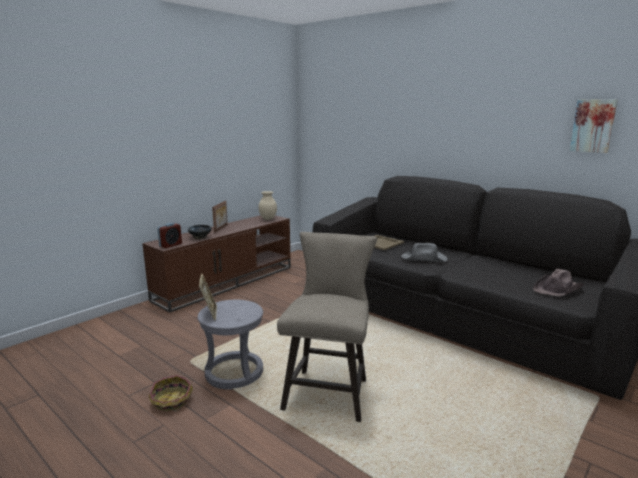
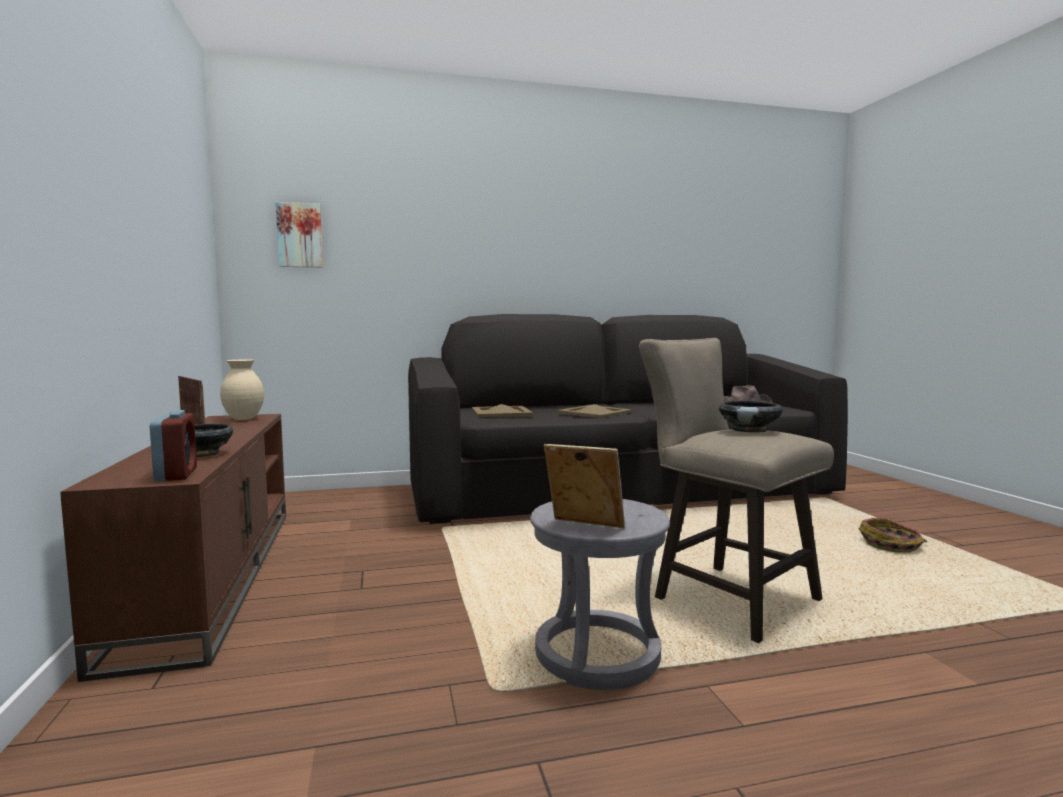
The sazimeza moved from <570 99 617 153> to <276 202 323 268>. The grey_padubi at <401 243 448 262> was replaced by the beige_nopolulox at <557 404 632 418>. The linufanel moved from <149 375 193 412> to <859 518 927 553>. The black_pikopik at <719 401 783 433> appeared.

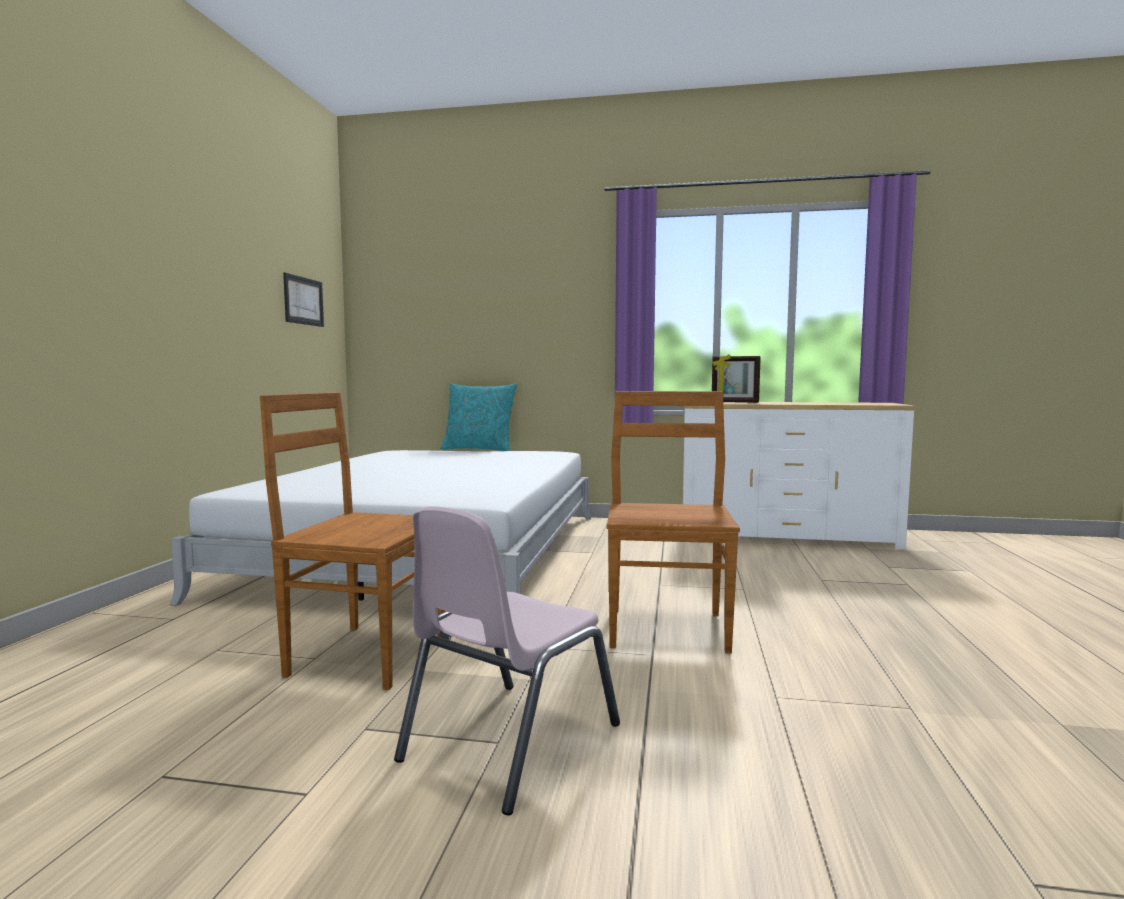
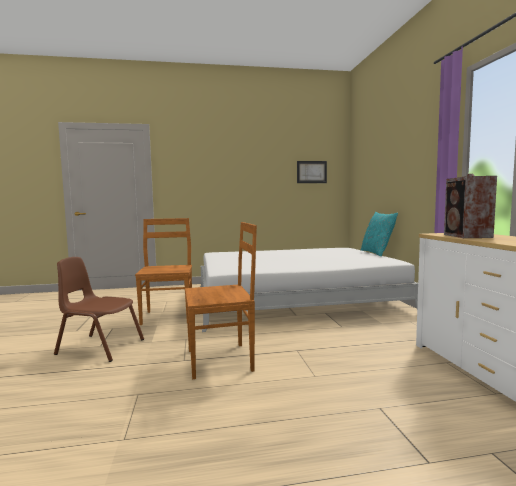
The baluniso at <712 354 761 403> was replaced by the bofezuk at <444 174 497 238>. The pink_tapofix at <394 506 620 815> became the brown_tapofix at <54 257 144 362>.

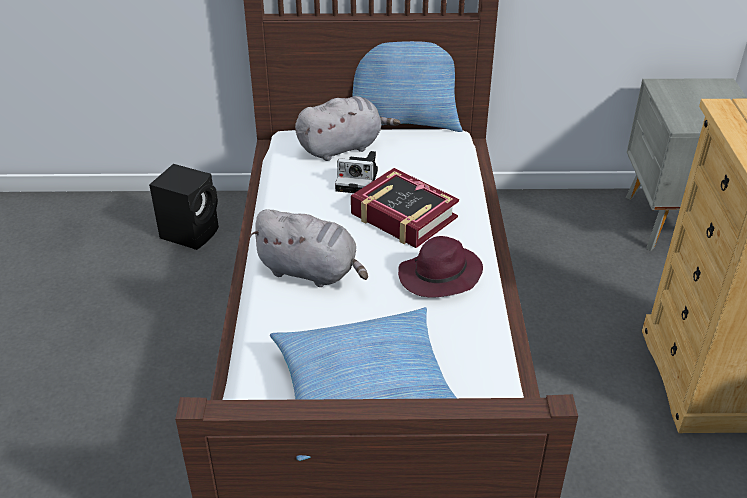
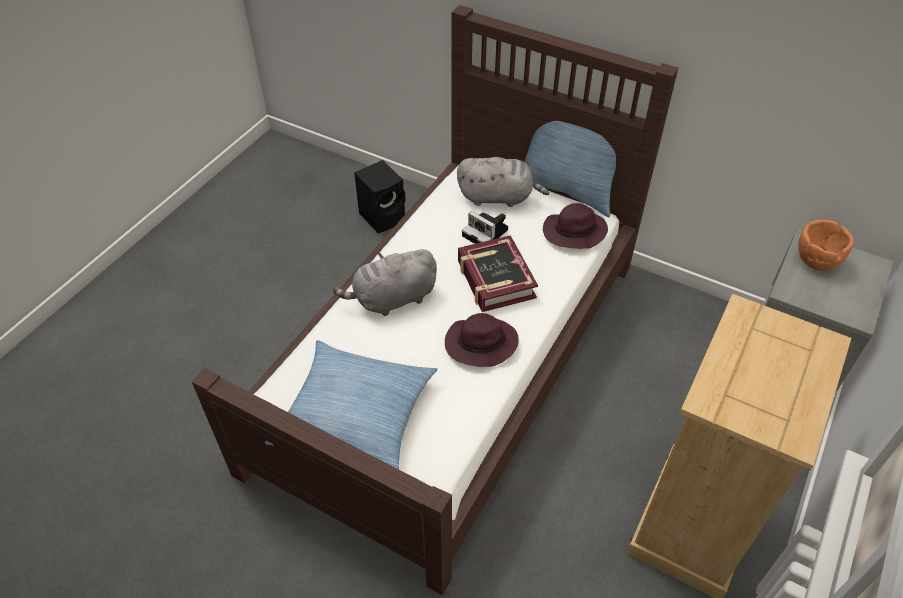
The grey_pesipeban at <249 209 368 287> turned 105 degrees clockwise. The purple_padubi at <543 203 608 249> appeared. The orange_pikopik at <798 220 854 271> appeared.

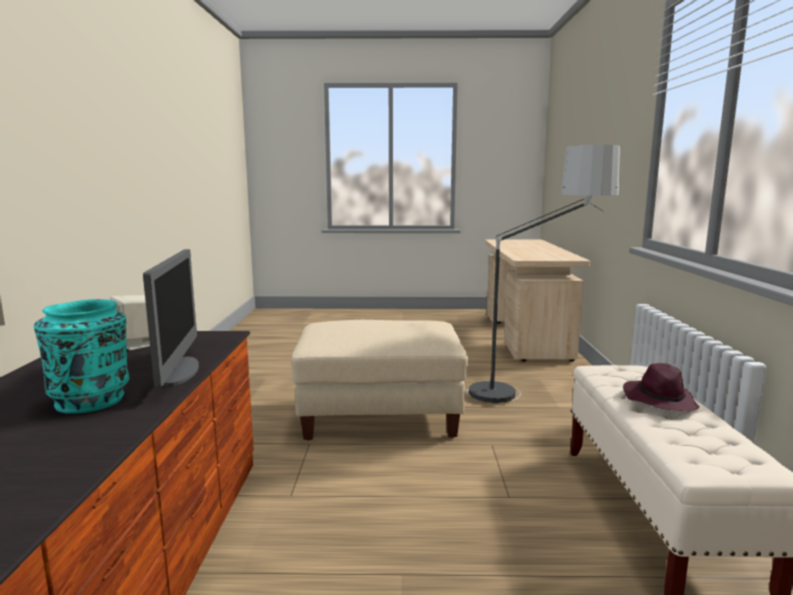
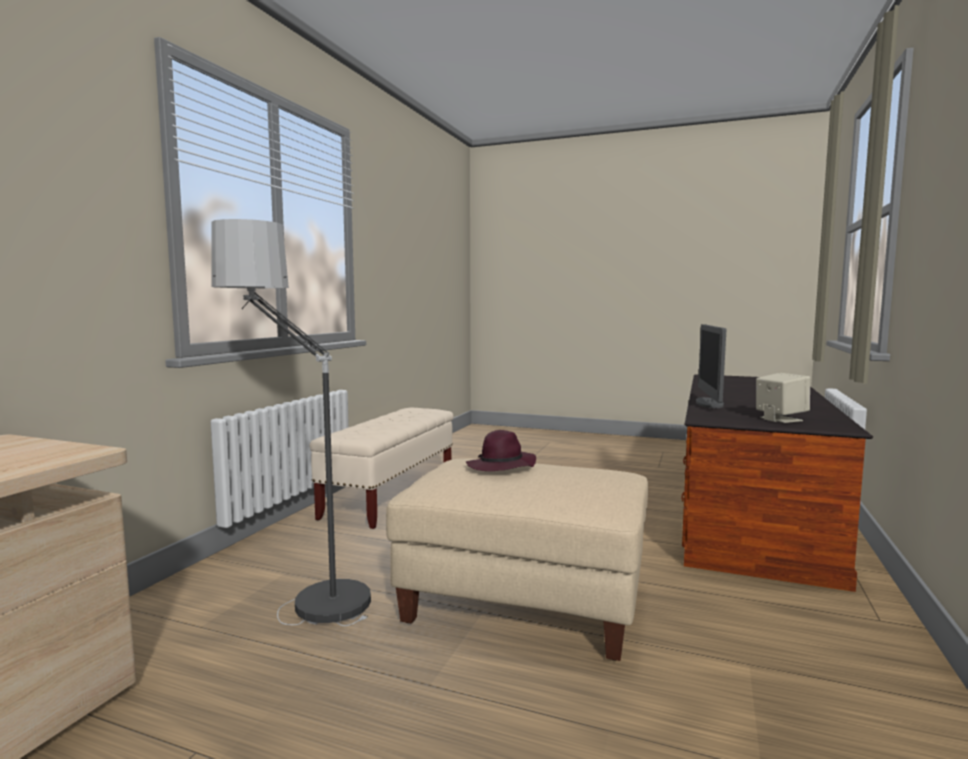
The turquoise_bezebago at <34 299 129 414> disappeared. The purple_padubi moved from <623 363 700 412> to <466 430 536 471>.

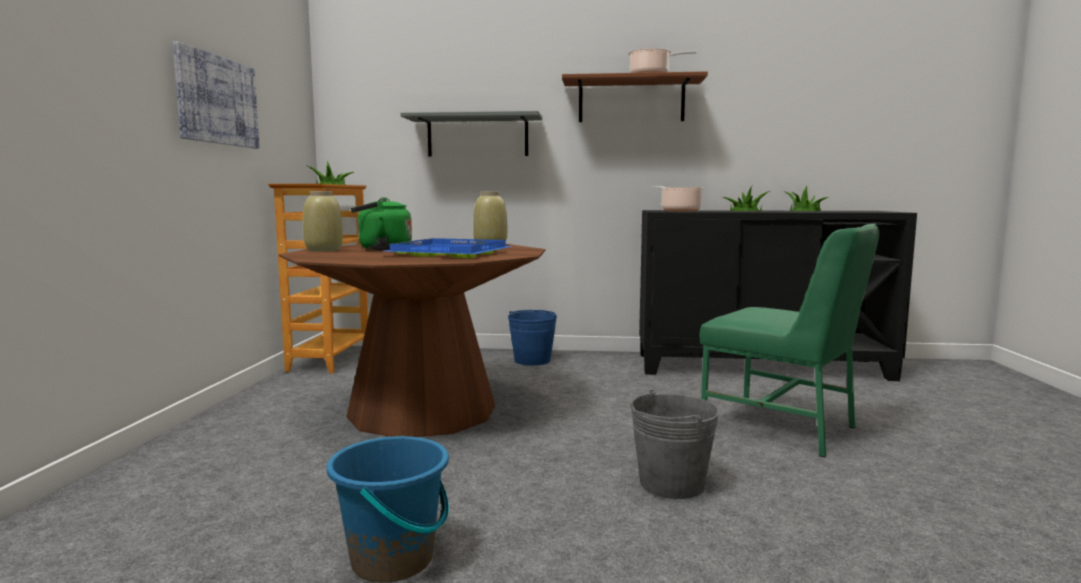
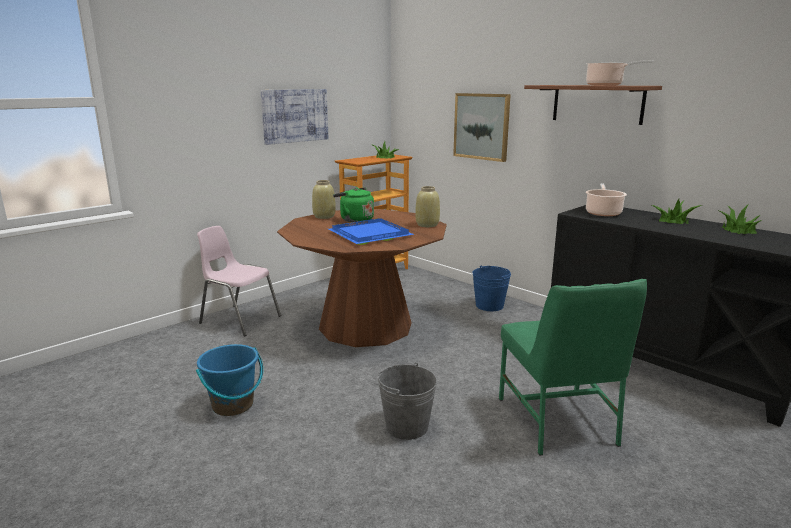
The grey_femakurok at <401 111 543 157> was replaced by the sazimeza at <453 93 511 162>. The pink_tapofix at <197 226 281 336> appeared.

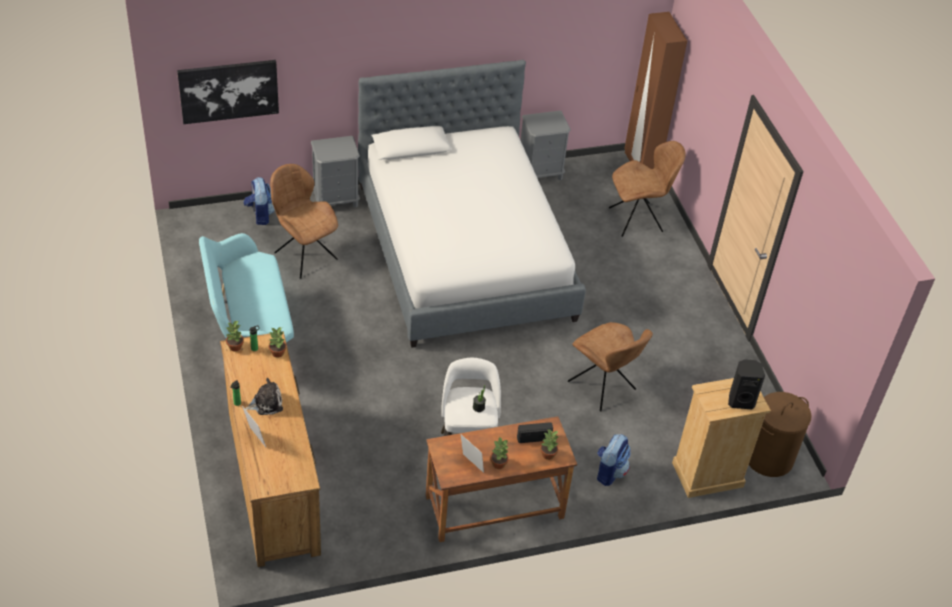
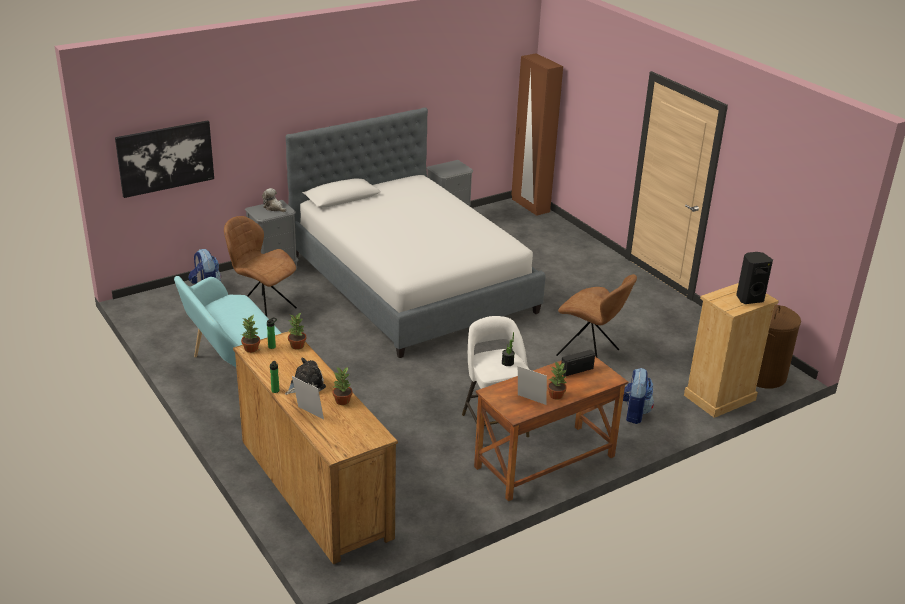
The brown_tapofix at <609 141 686 237> disappeared. The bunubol moved from <540 429 559 460> to <332 367 352 405>. The pesipeban at <262 188 286 212> appeared.

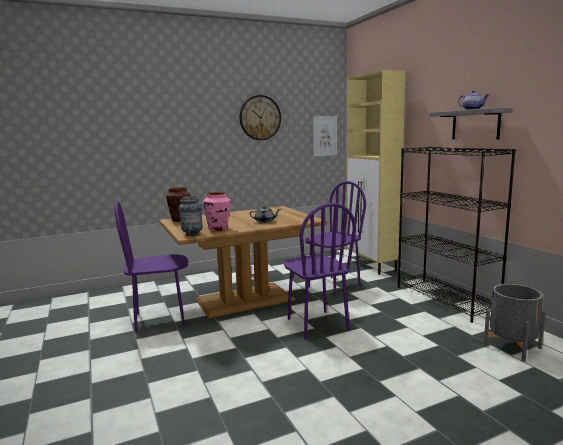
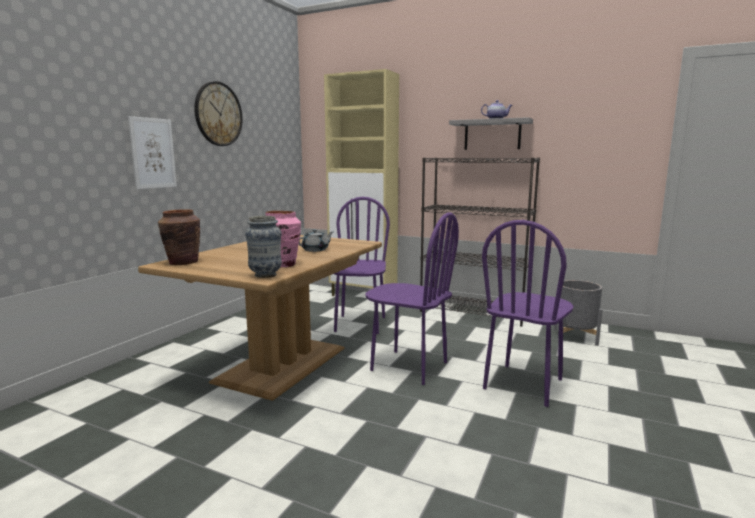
The sazimeza moved from <313 116 337 157> to <128 116 177 189>. The purple_tapofix moved from <114 202 188 333> to <482 220 573 407>.

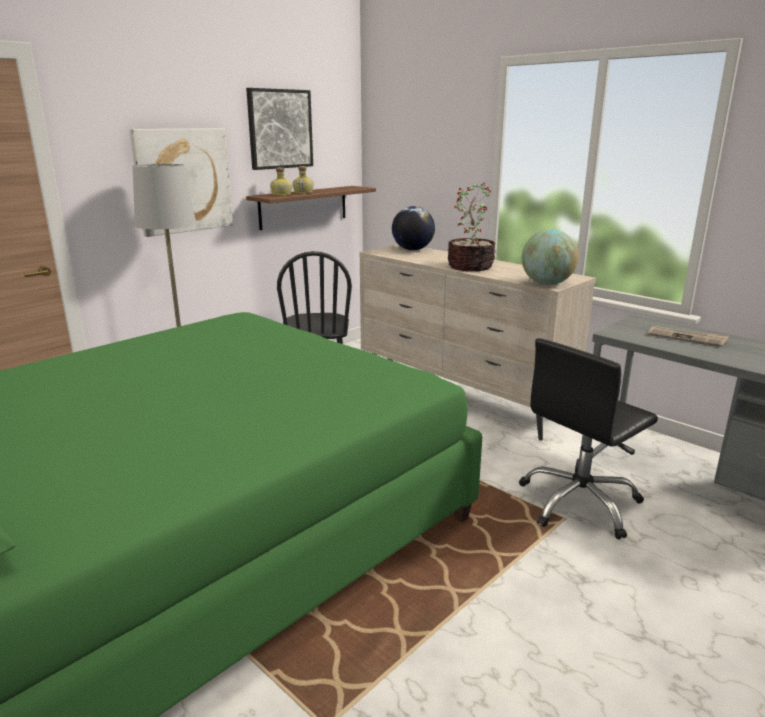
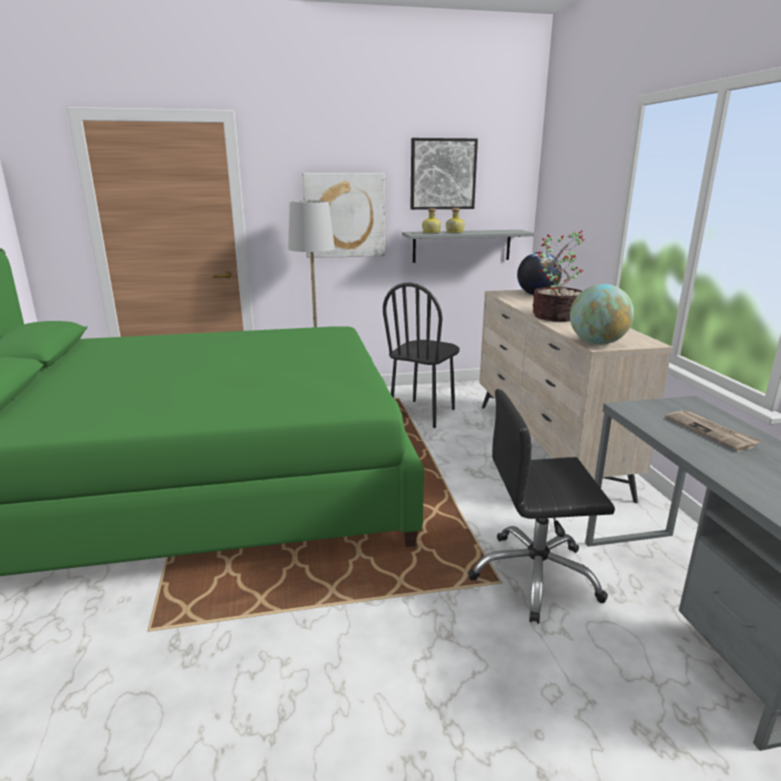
The brown_femakurok at <246 186 376 230> became the grey_femakurok at <402 230 534 263>.

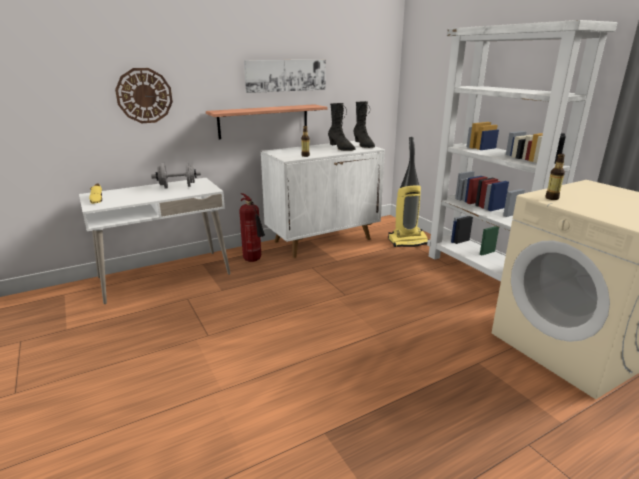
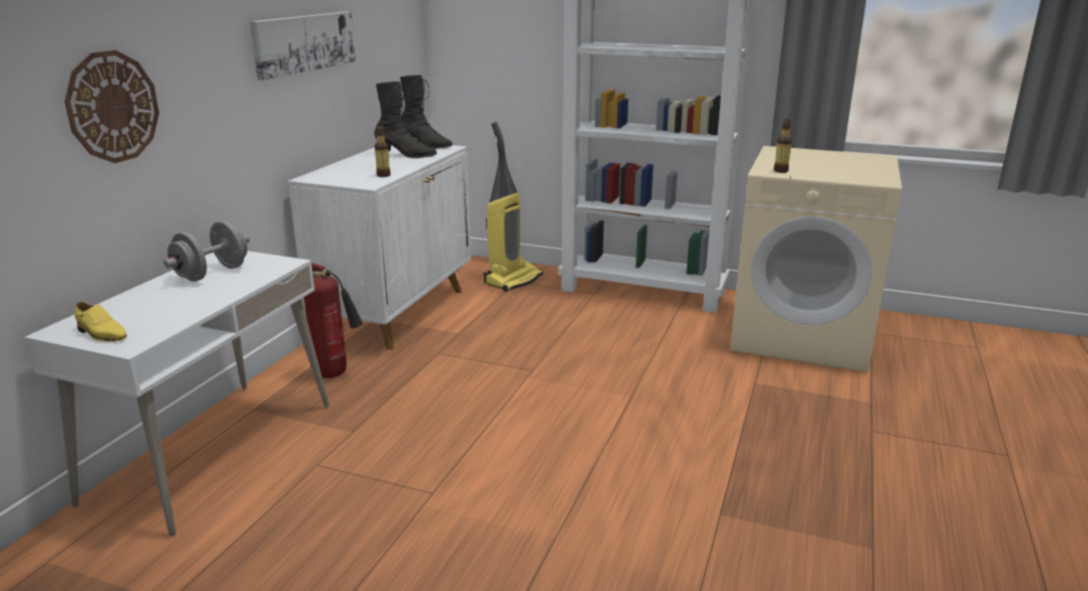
The femakurok at <206 104 328 139> disappeared.

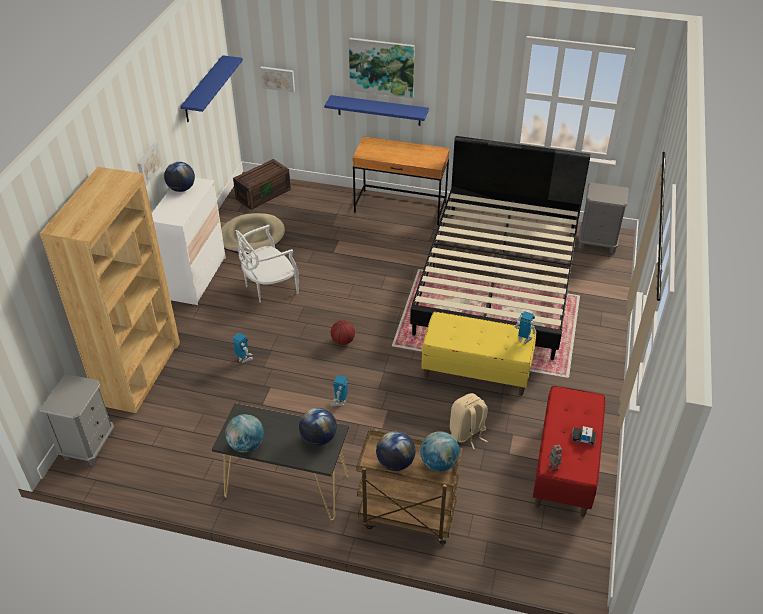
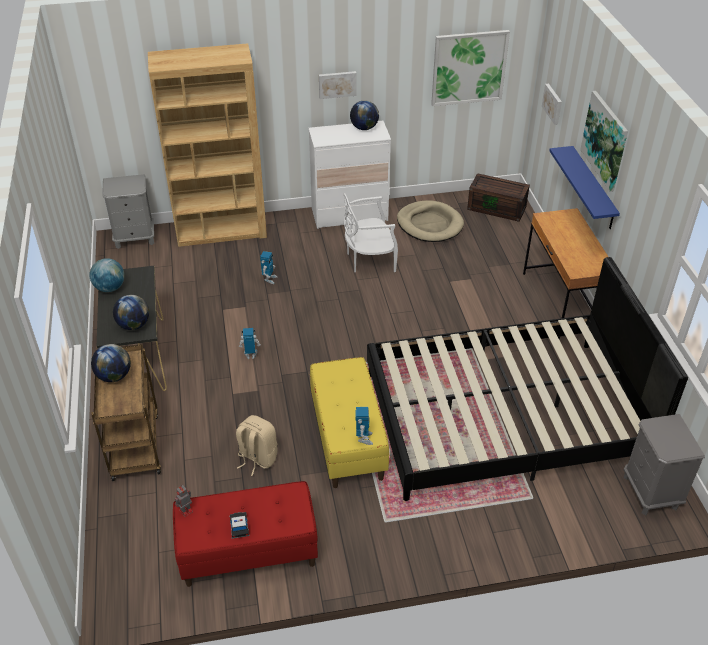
The blue_femakurok at <180 55 243 122> was replaced by the sazimeza at <431 30 510 106>. The white_tapofix at <235 225 299 303> turned 45 degrees counterclockwise. The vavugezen at <331 320 355 345> disappeared. The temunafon at <420 431 460 471> disappeared.

